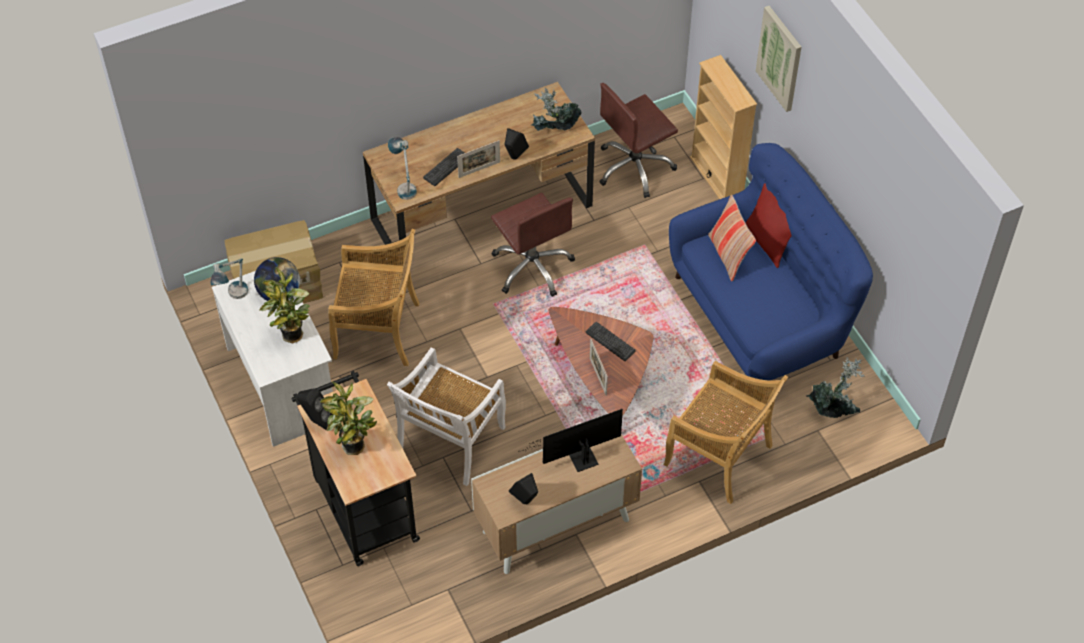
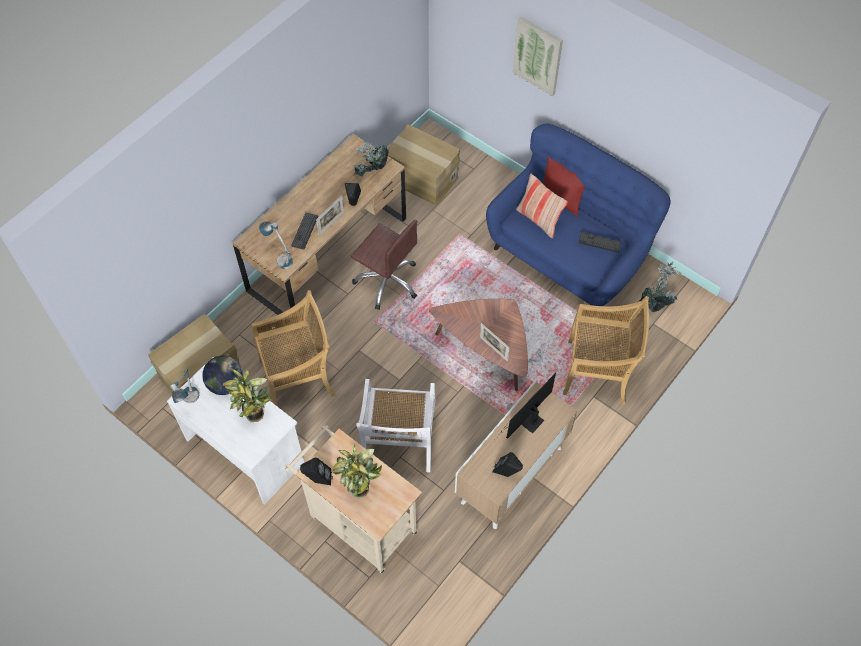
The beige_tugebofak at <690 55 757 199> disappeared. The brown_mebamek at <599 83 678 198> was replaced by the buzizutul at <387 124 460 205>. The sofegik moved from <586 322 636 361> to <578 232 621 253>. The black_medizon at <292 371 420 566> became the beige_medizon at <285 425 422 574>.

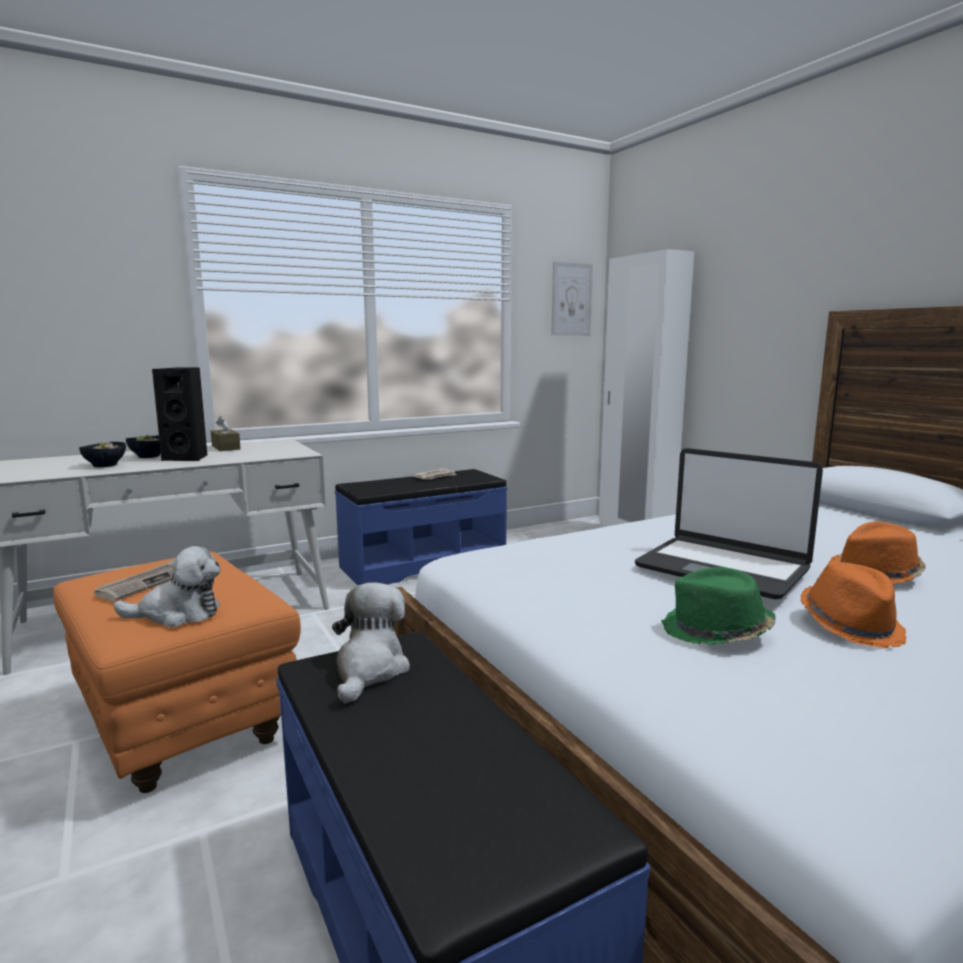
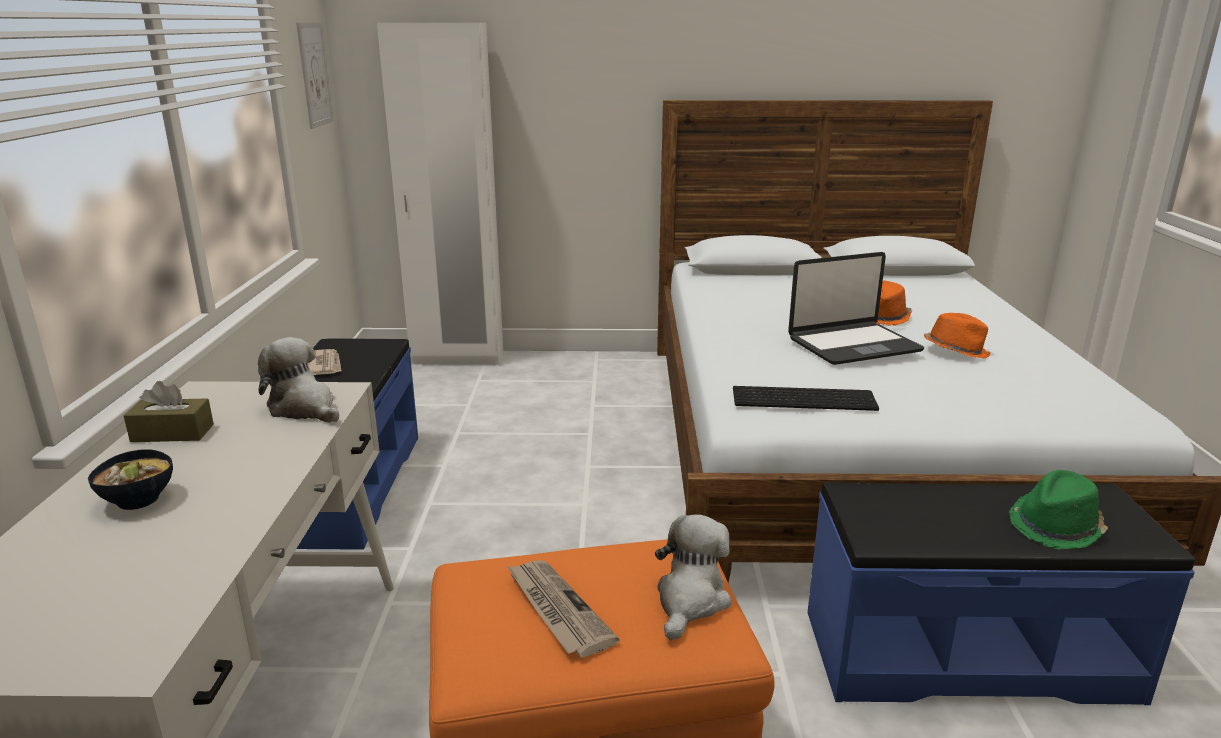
The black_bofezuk at <152 368 207 461> disappeared. The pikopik at <79 442 126 467> disappeared. The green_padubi moved from <661 567 776 646> to <1009 470 1108 550>. The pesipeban moved from <332 583 410 704> to <258 337 339 423>. The sofegik at <733 386 879 411> appeared.

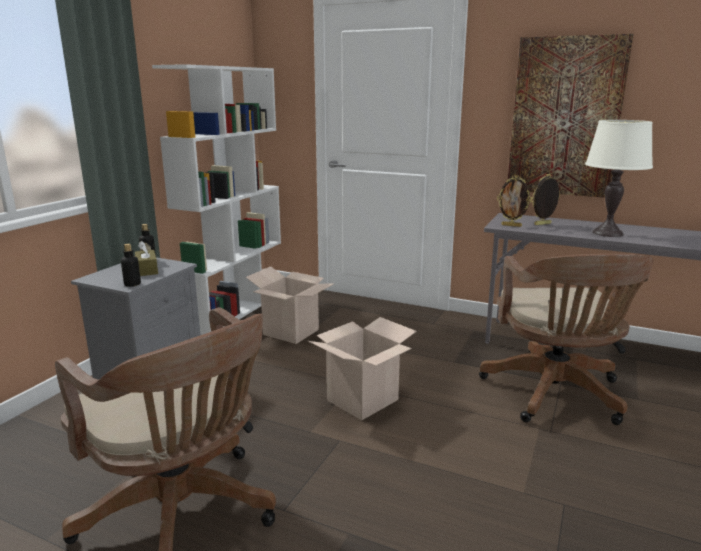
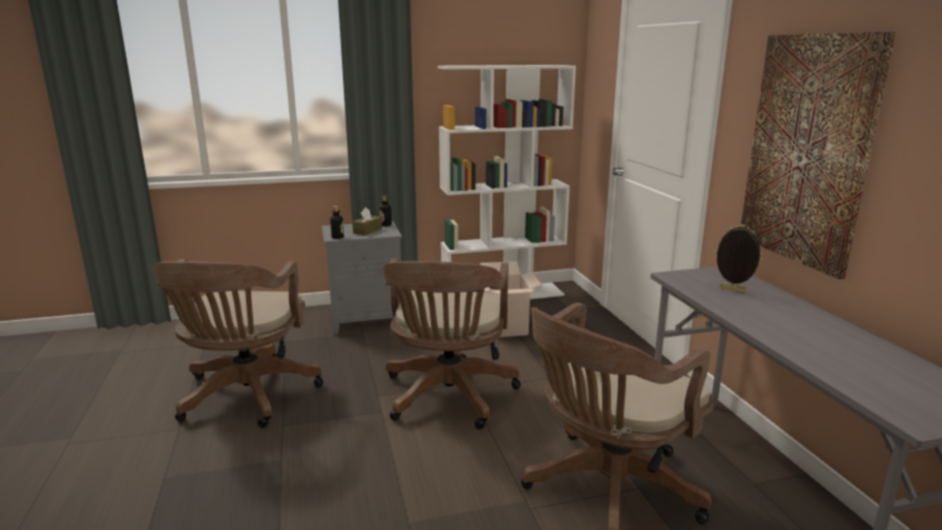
The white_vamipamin at <585 120 653 237> disappeared. The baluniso at <497 175 532 227> disappeared. The buzizutul at <308 317 417 420> was replaced by the brown_mebamek at <383 259 521 429>.

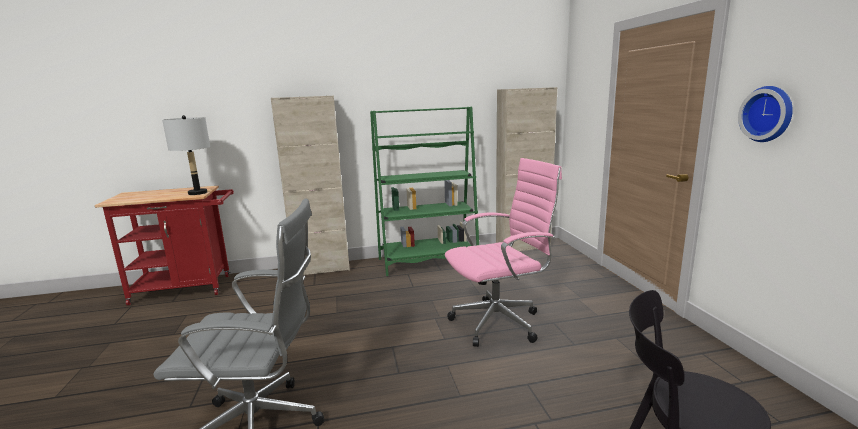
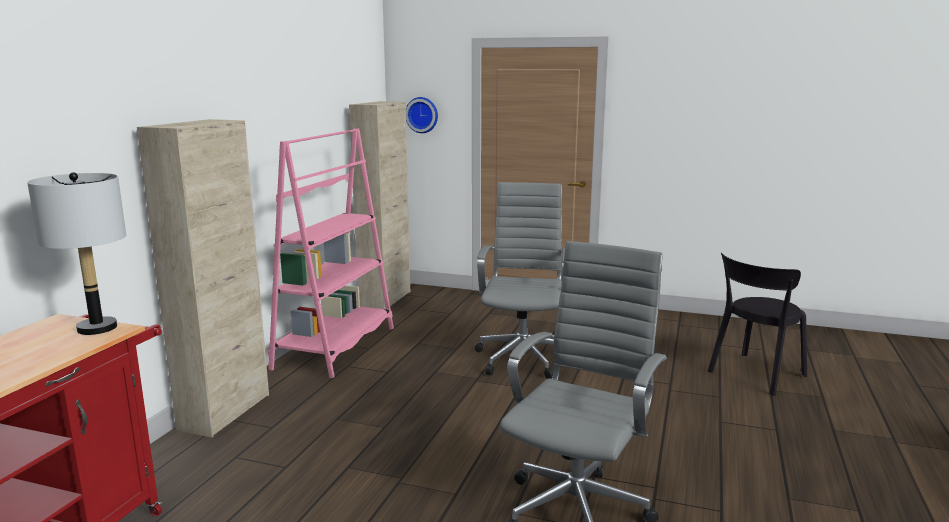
The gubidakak moved from <738 86 793 142> to <406 97 438 133>. The green_tugebofak at <370 107 479 276> became the pink_tugebofak at <268 128 394 378>. The pink_mebamek at <445 158 562 347> became the grey_mebamek at <474 182 565 379>.

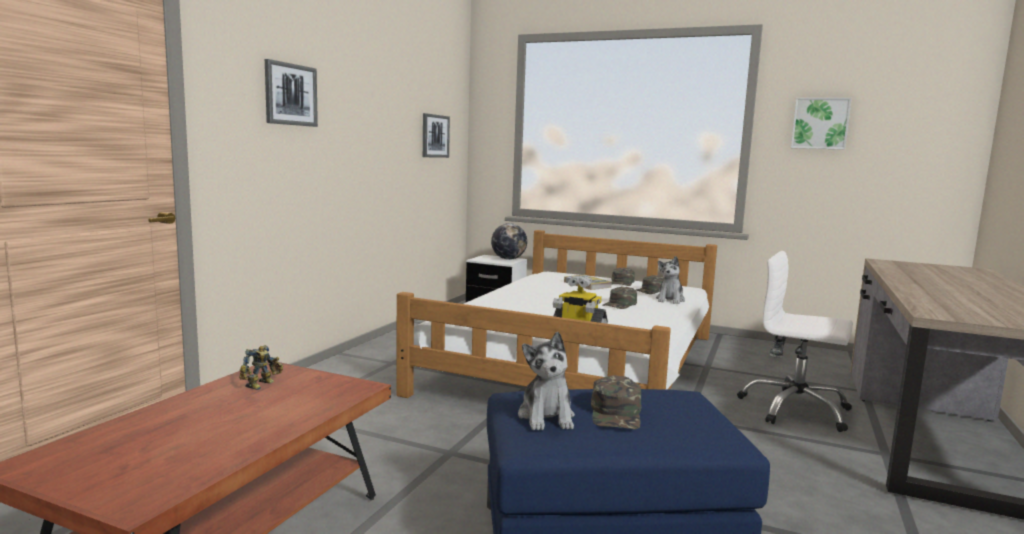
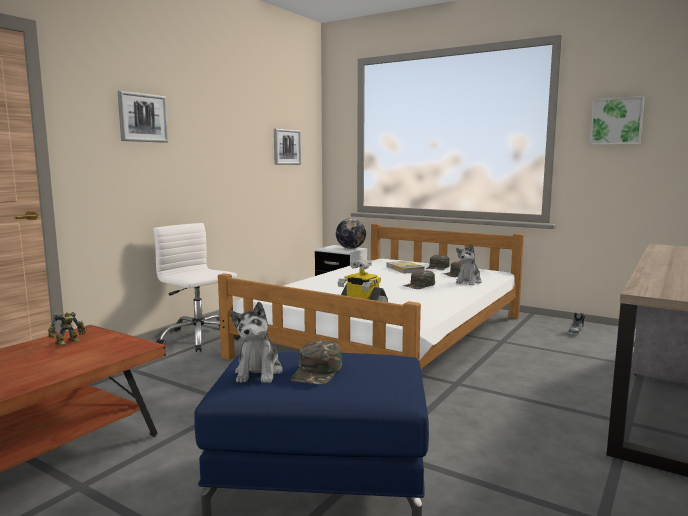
The white_mebamek moved from <737 251 853 432> to <153 223 241 352>.

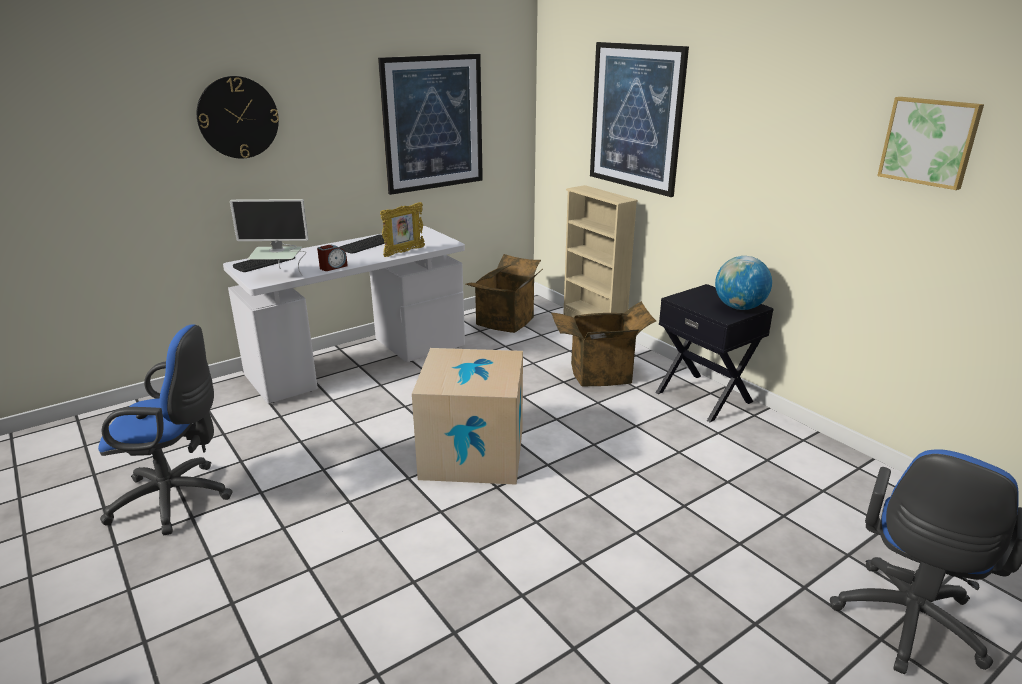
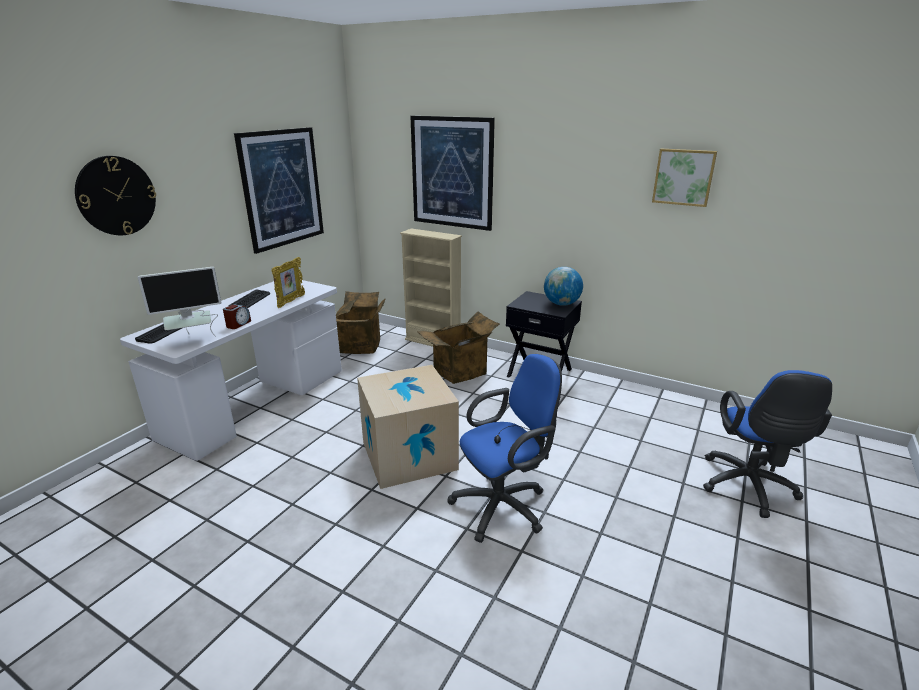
The blue_mebamek moved from <98 324 233 535> to <447 354 562 543>.

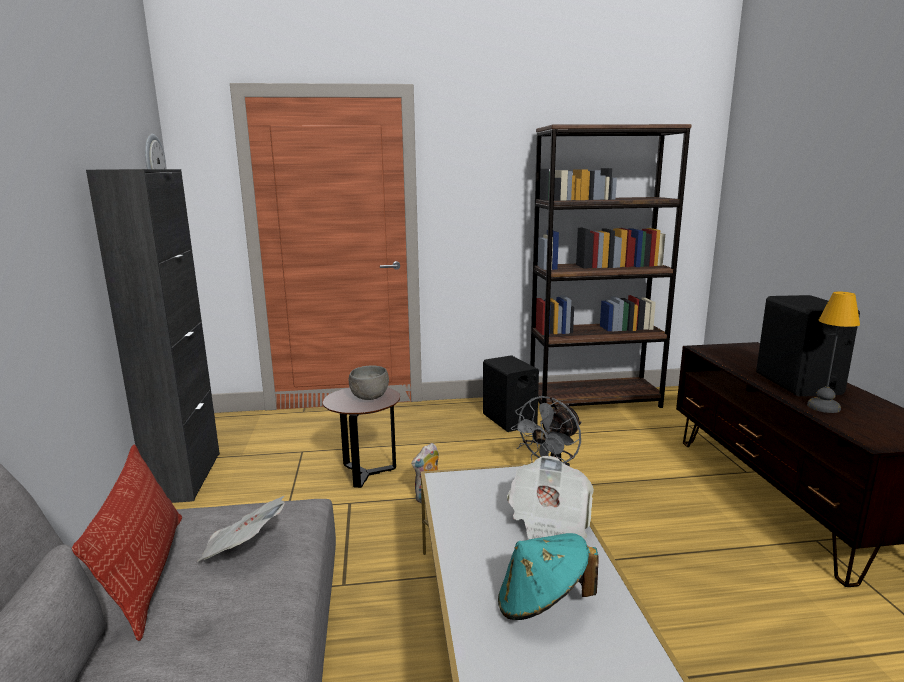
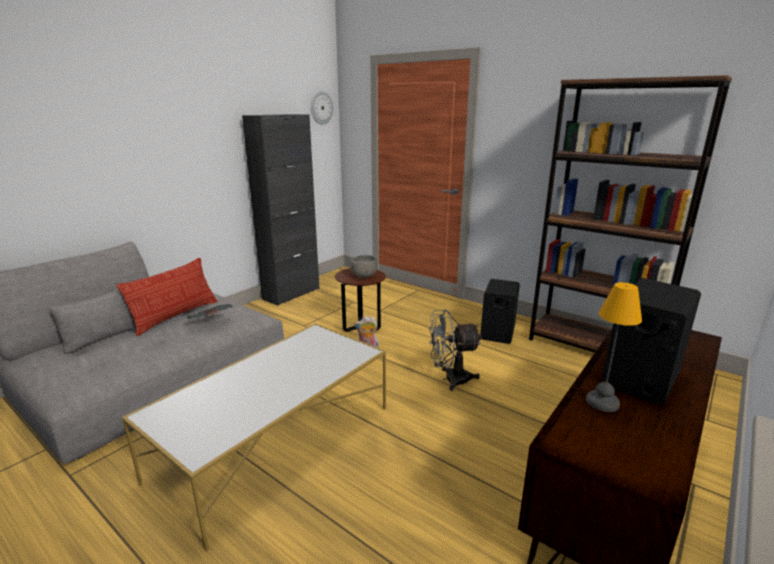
The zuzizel at <507 456 594 540> disappeared. The turquoise_padubi at <498 533 599 620> disappeared.

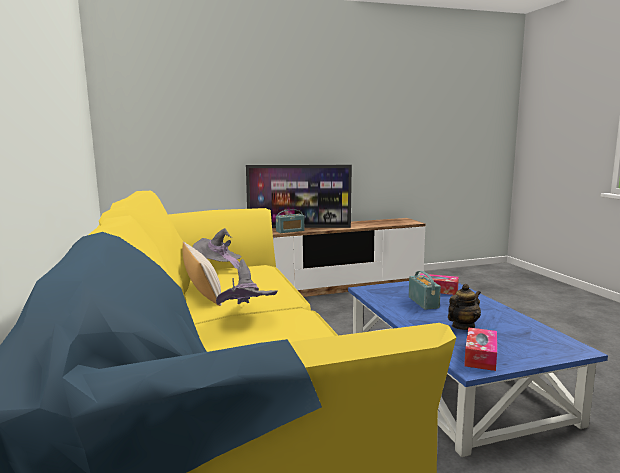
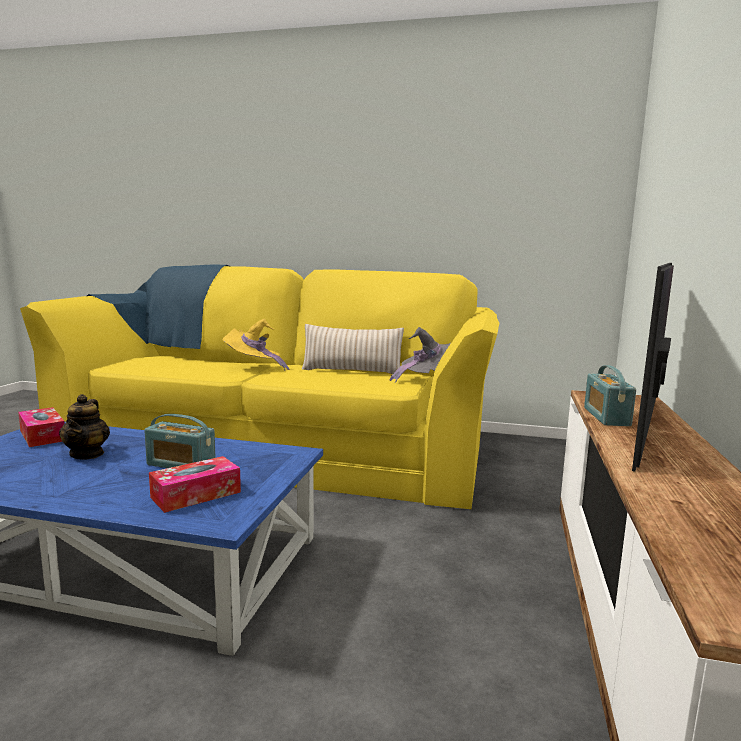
The grey_padubi at <216 259 278 305> became the yellow_padubi at <222 319 289 370>.

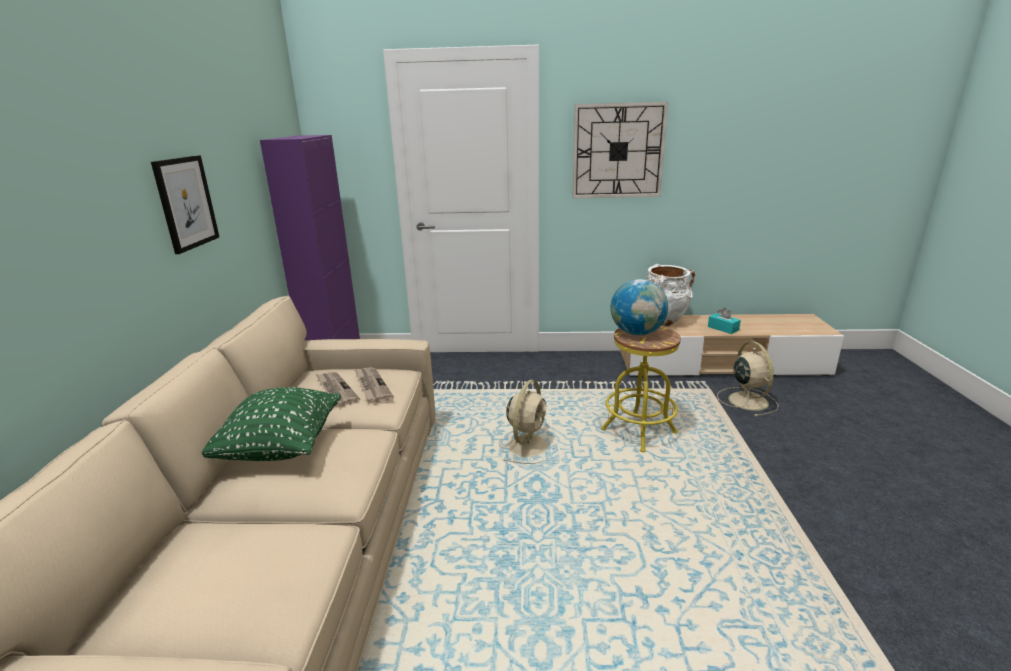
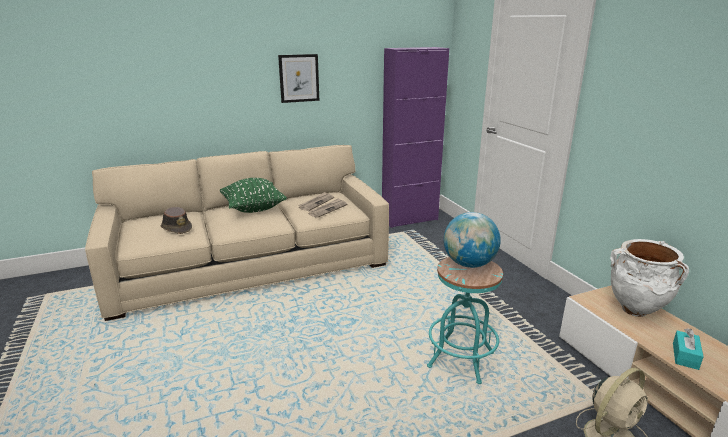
The gubidakak at <572 102 668 198> disappeared. The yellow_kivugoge at <601 326 681 452> became the turquoise_kivugoge at <427 257 503 384>. The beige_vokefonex at <499 380 548 464> disappeared. The brown_padubi at <160 207 192 234> appeared.

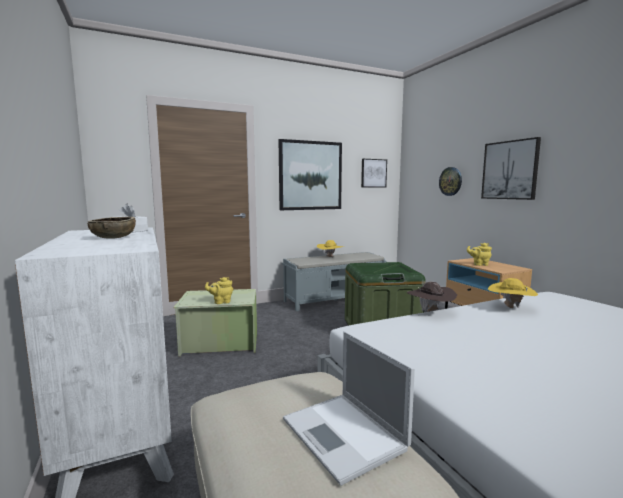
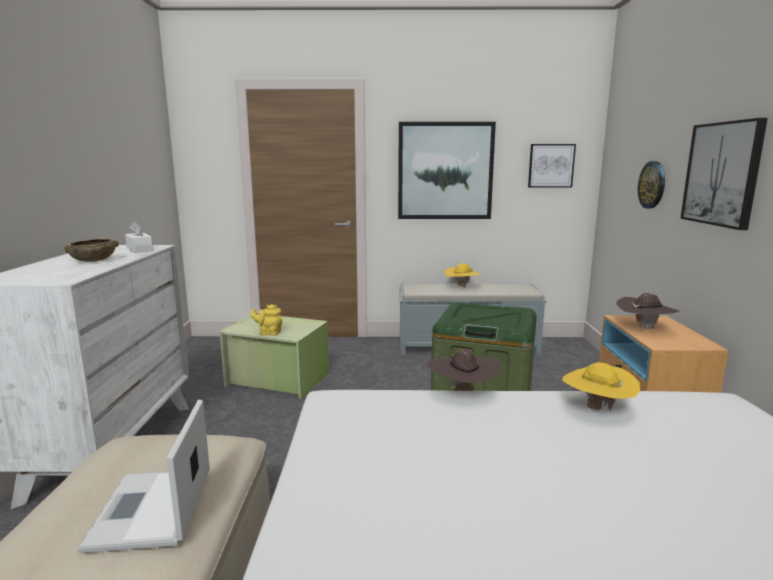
The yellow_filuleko at <467 243 492 266> was replaced by the brown_padubi at <616 293 679 331>.

